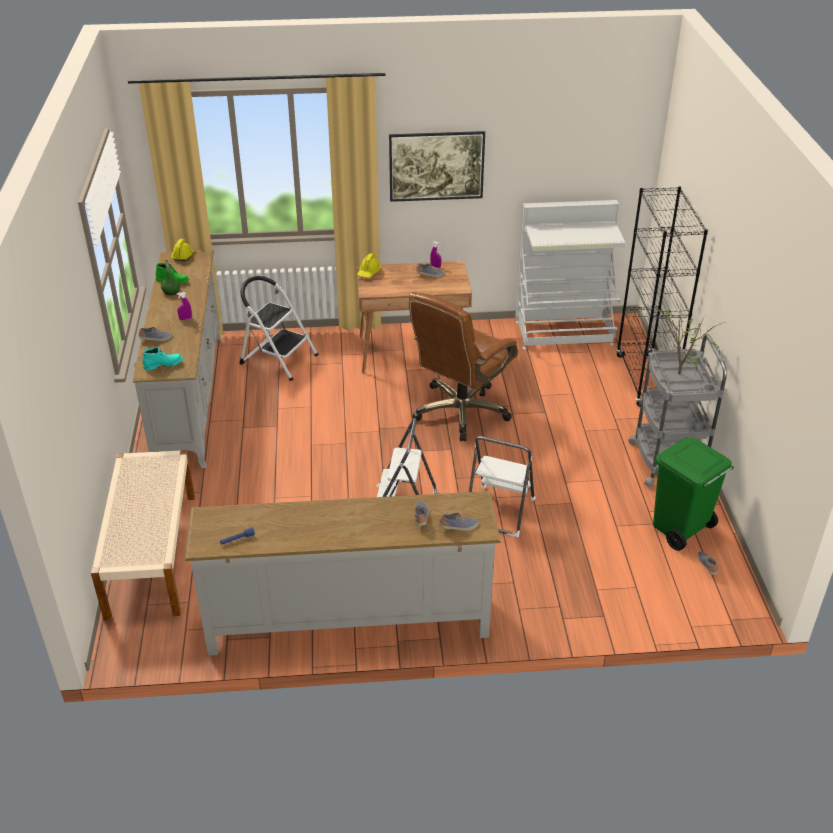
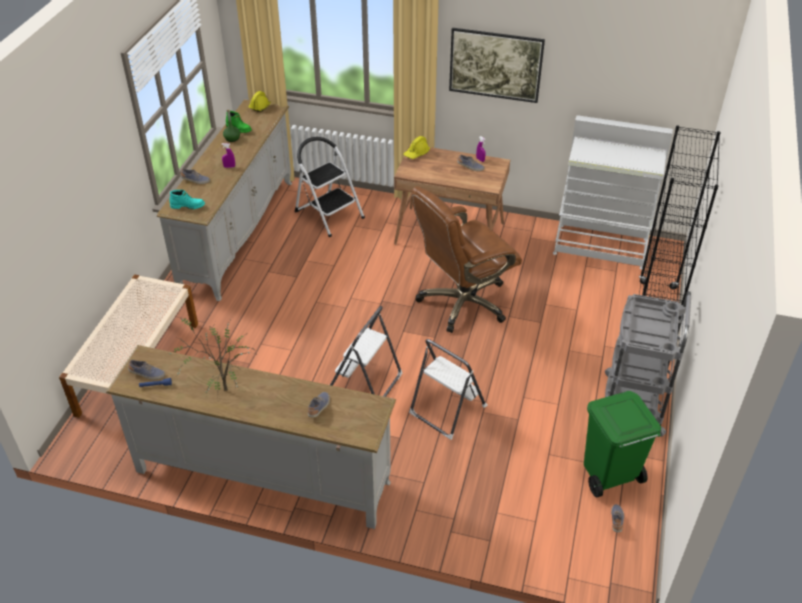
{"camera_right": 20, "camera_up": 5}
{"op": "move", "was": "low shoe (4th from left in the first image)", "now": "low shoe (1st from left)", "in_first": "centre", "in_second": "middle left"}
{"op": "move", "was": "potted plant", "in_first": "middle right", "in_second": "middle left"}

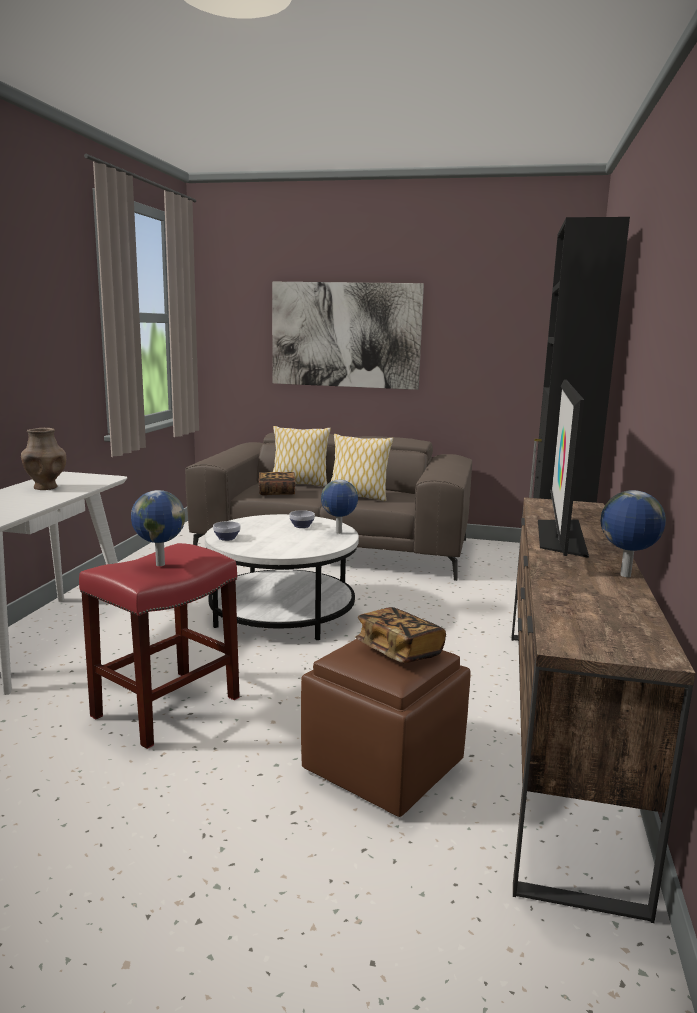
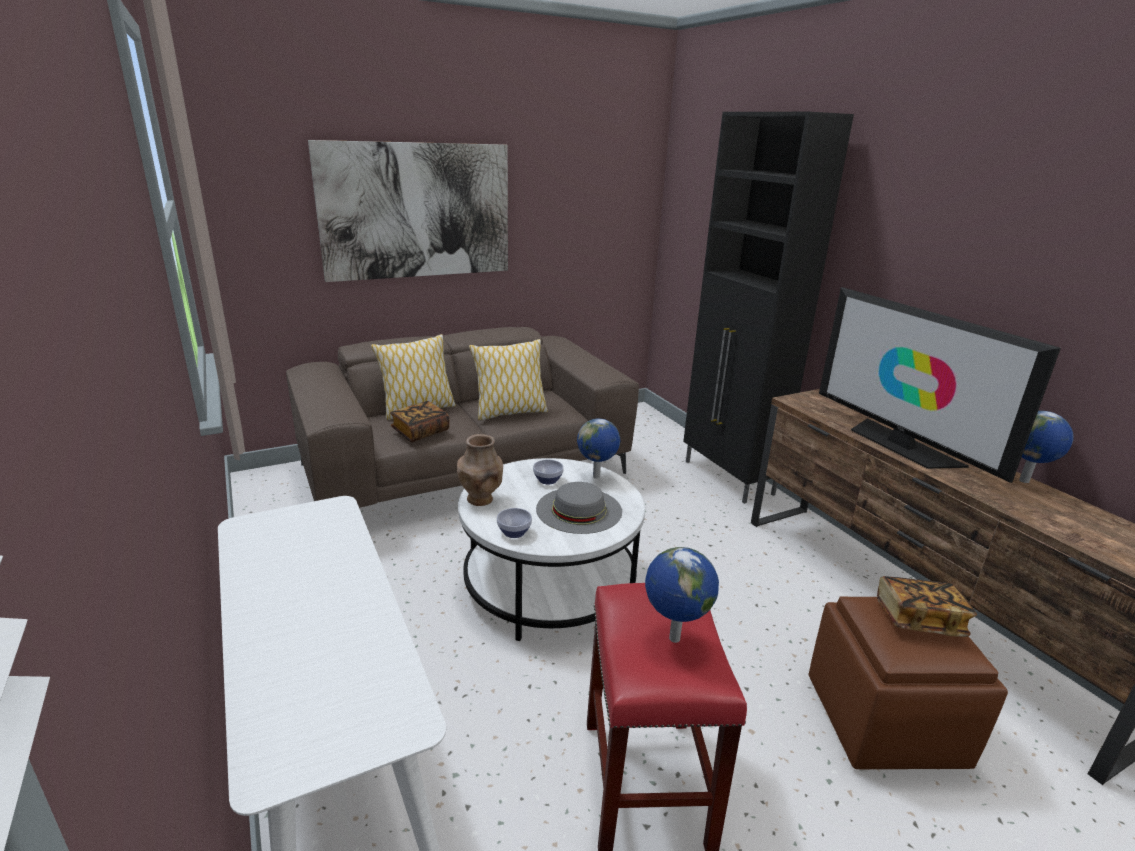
{"camera_right": -40, "camera_up": 10}
{"op": "insert", "now": "clothing hat in greyish", "in_second": "centre"}
{"op": "move", "was": "vase in brown", "in_first": "middle left", "in_second": "centre"}

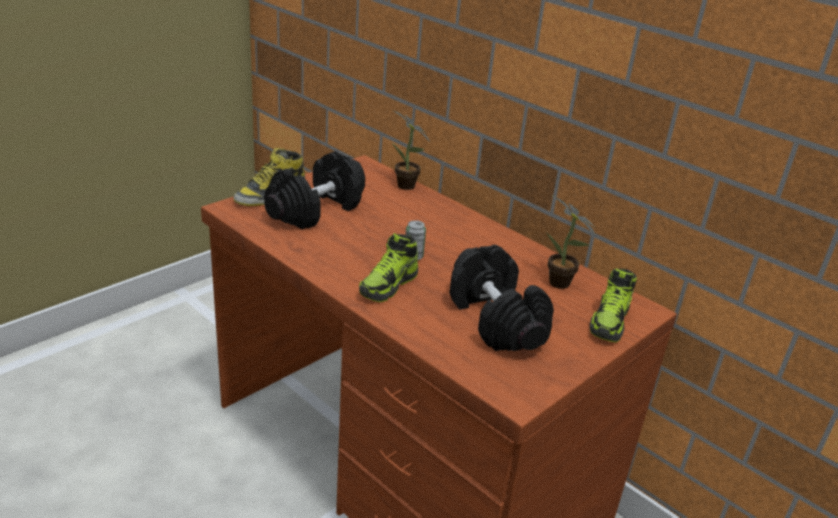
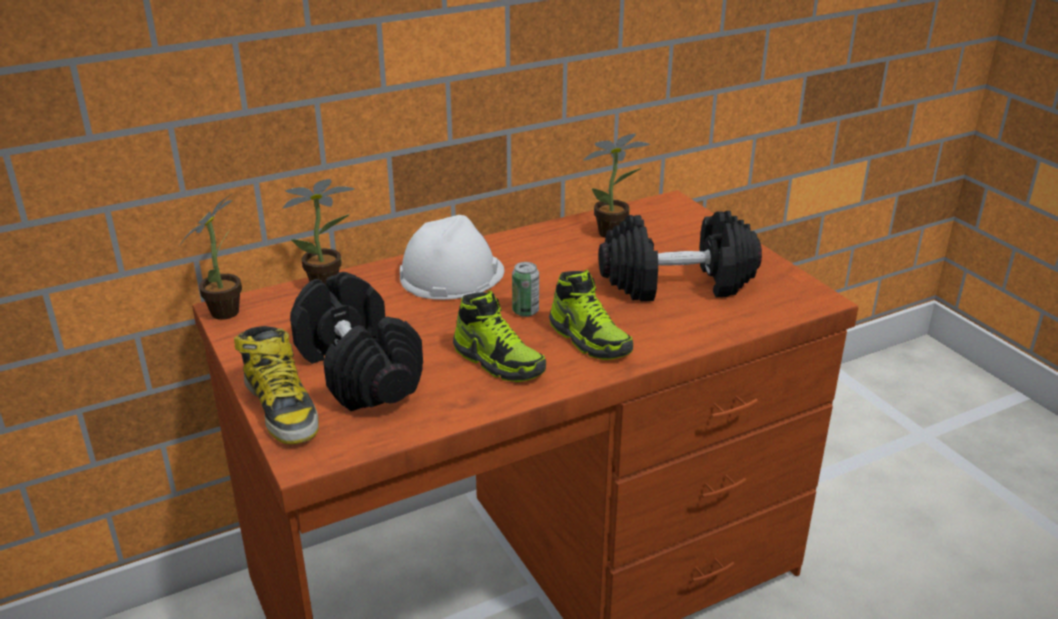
{"camera_right": -70, "camera_up": 0}
{"op": "insert", "now": "potted plant (1st from left)", "in_second": "middle left"}
{"op": "insert", "now": "work helmet in white", "in_second": "centre"}
{"op": "move", "was": "low shoe (2nd from left in the first image)", "now": "low shoe (1st from left)", "in_first": "middle right", "in_second": "centre"}

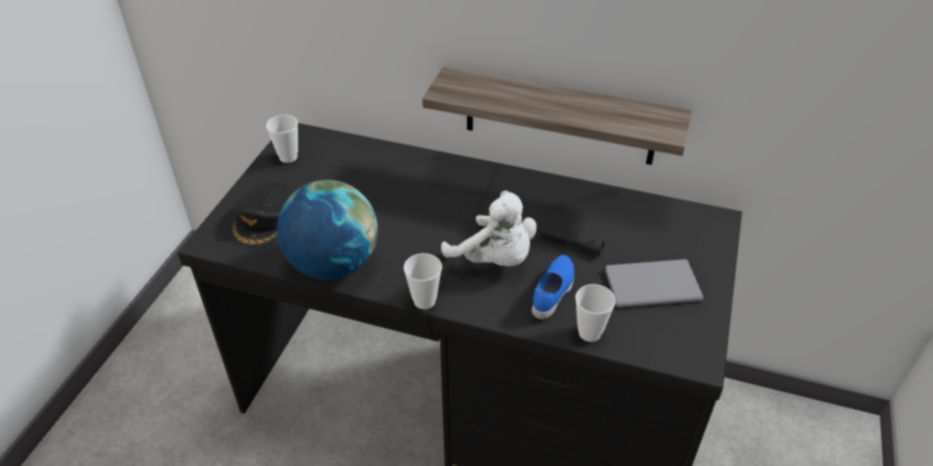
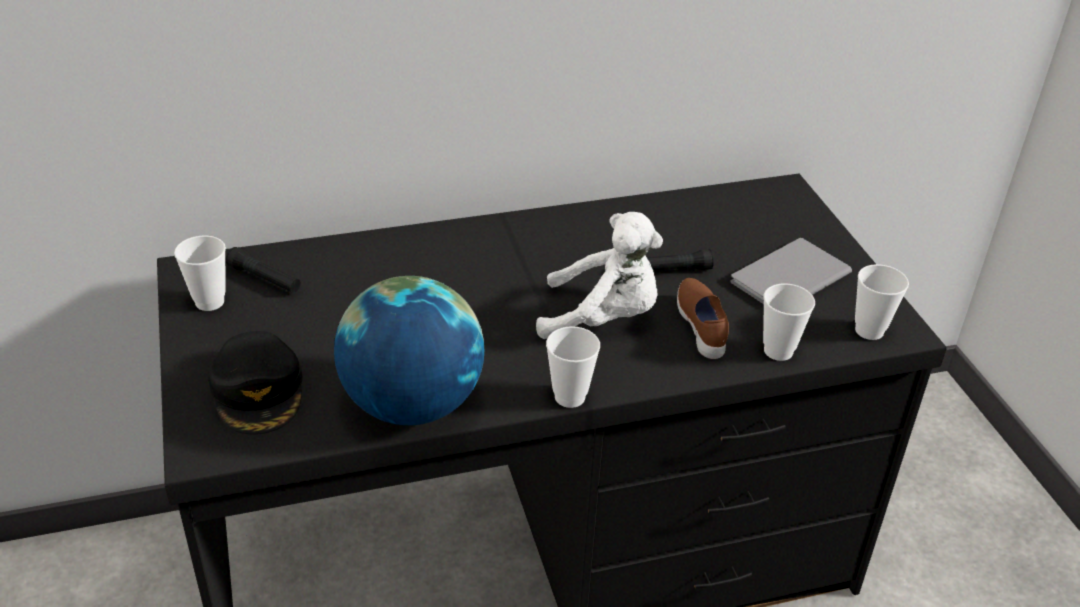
{"camera_right": -35, "camera_up": -5}
{"op": "delete", "was": "wall shelf", "in_first": "top centre"}
{"op": "insert", "now": "torch in black-coloured (1st from left)", "in_second": "middle left"}
{"op": "insert", "now": "drinking cup (4th from left)", "in_second": "middle right"}
{"op": "recolor", "was": "low shoe in bluish", "now": "low shoe in brown", "in_first": "centre", "in_second": "centre"}

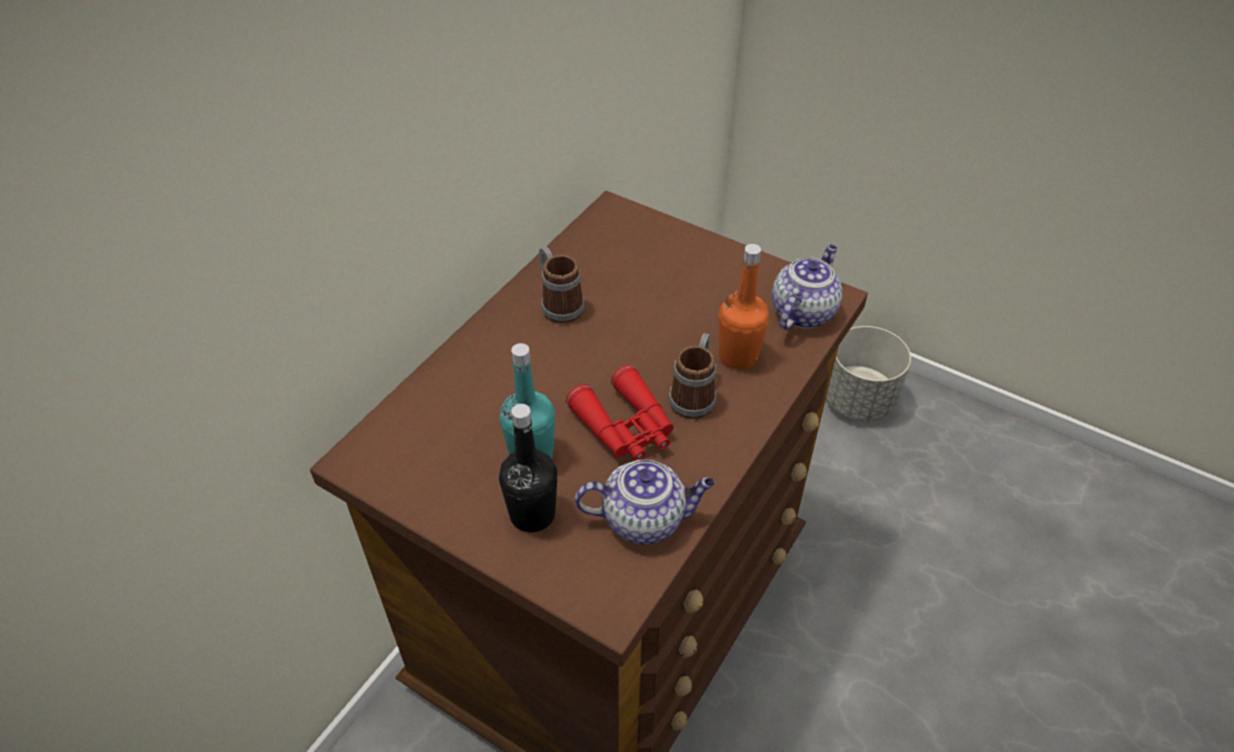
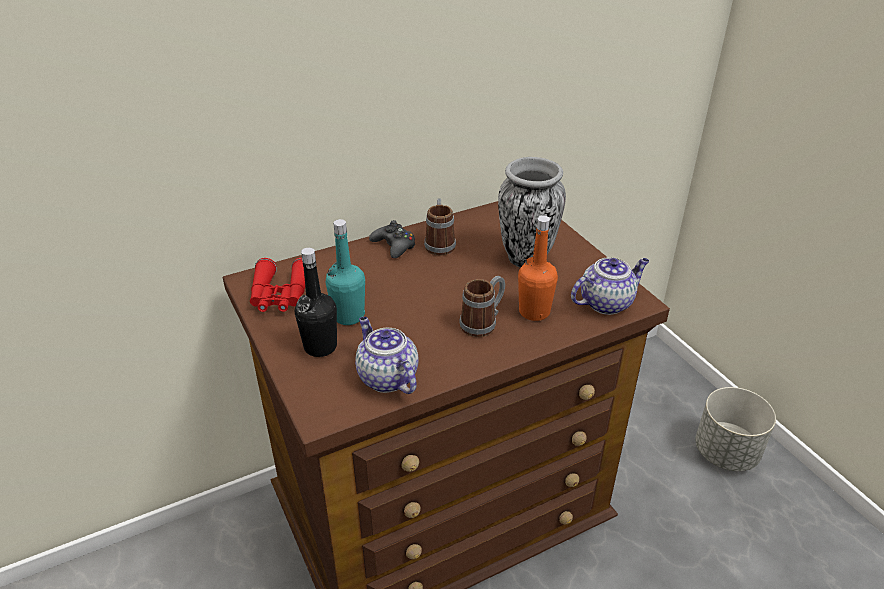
{"camera_right": 30, "camera_up": -10}
{"op": "insert", "now": "game controller in black-coloured", "in_second": "centre"}
{"op": "insert", "now": "vase", "in_second": "centre"}
{"op": "move", "was": "field glasses in red-coloured", "in_first": "centre", "in_second": "middle left"}
{"op": "rotate", "was": "tea pot (1st from left)", "in_first": "bottom centre", "in_second": "centre", "clockwise": -150}

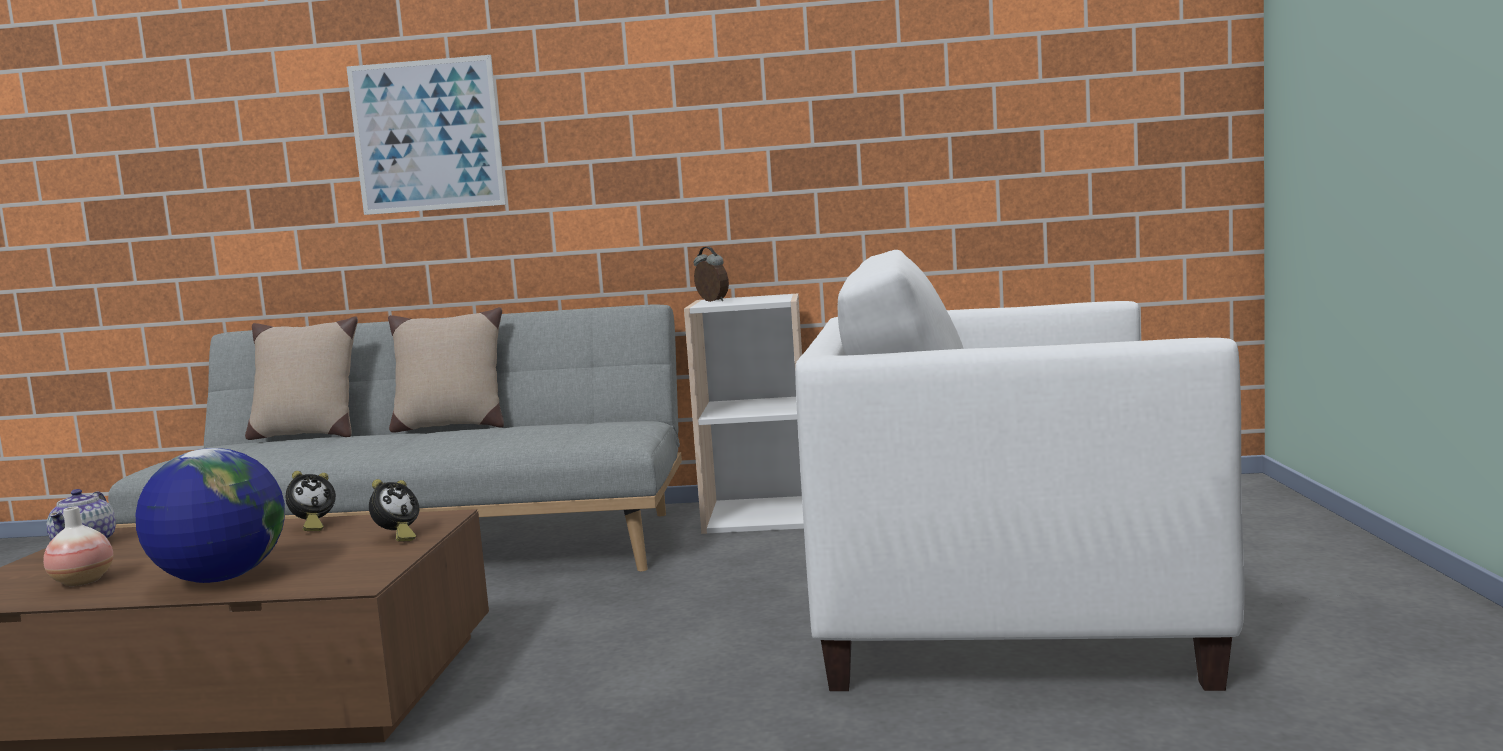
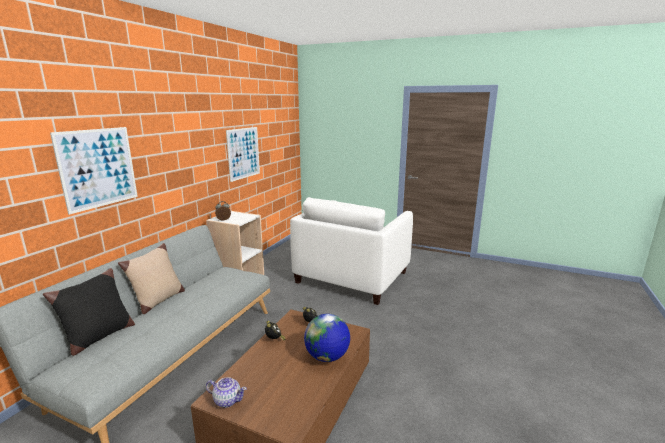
{"camera_right": -70, "camera_up": 10}
{"op": "delete", "was": "vase", "in_first": "bottom left"}
{"op": "insert", "now": "wall art (2nd from left)", "in_second": "centre"}
{"op": "recolor", "was": "throw pillow in sand-coloured (1st from left)", "now": "throw pillow in black-coloured", "in_first": "middle left", "in_second": "bottom left"}

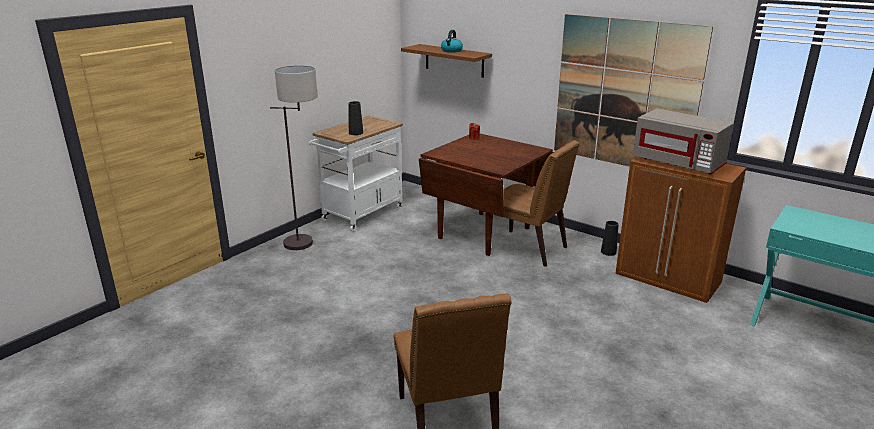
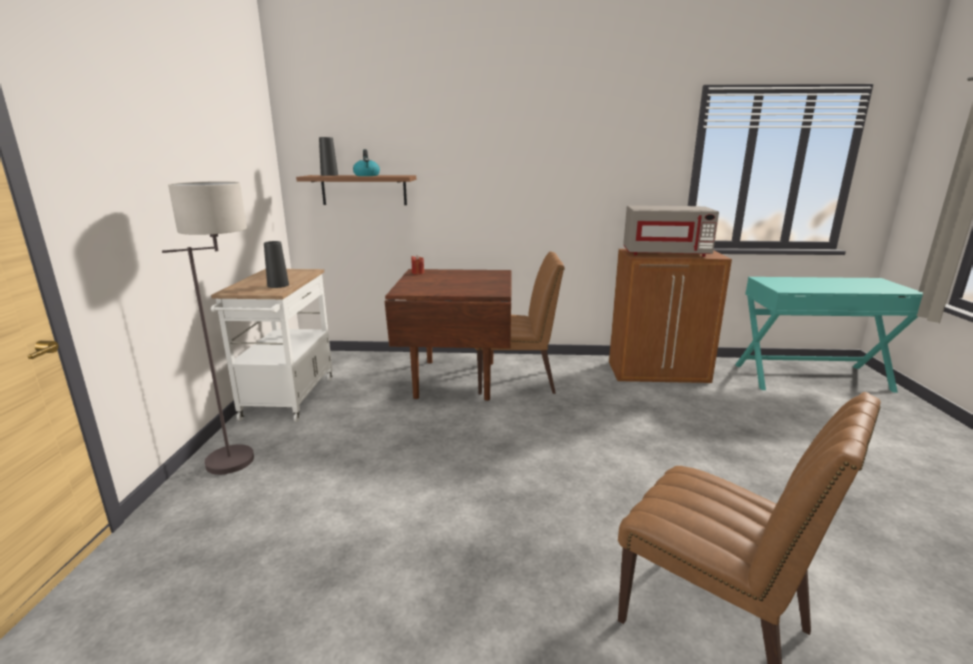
{"camera_right": -35, "camera_up": -5}
{"op": "delete", "was": "wall art", "in_first": "top right"}
{"op": "move", "was": "vase in black-coloured (2nd from left)", "in_first": "middle right", "in_second": "top centre"}

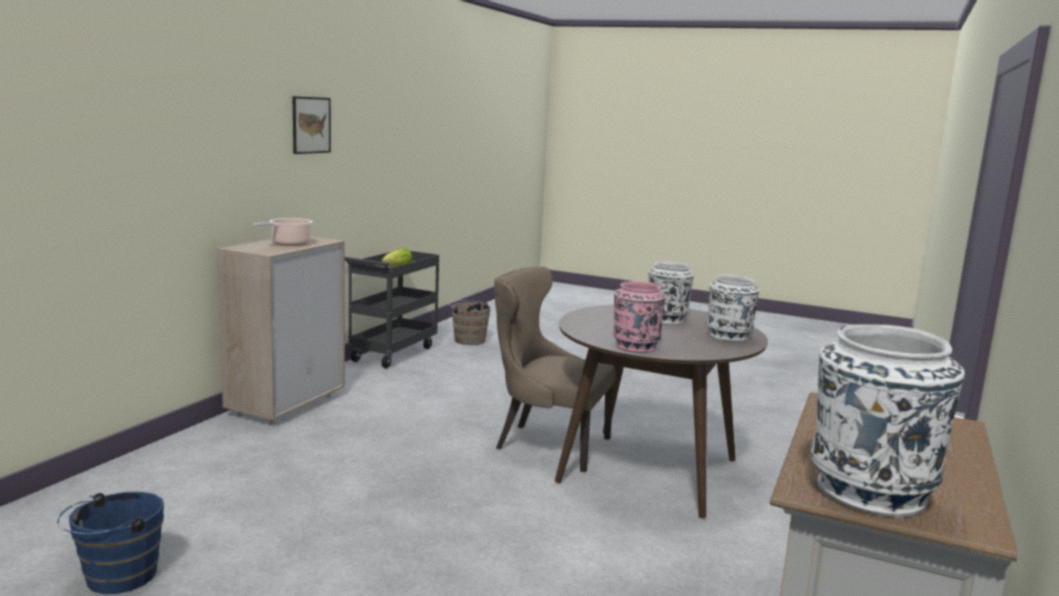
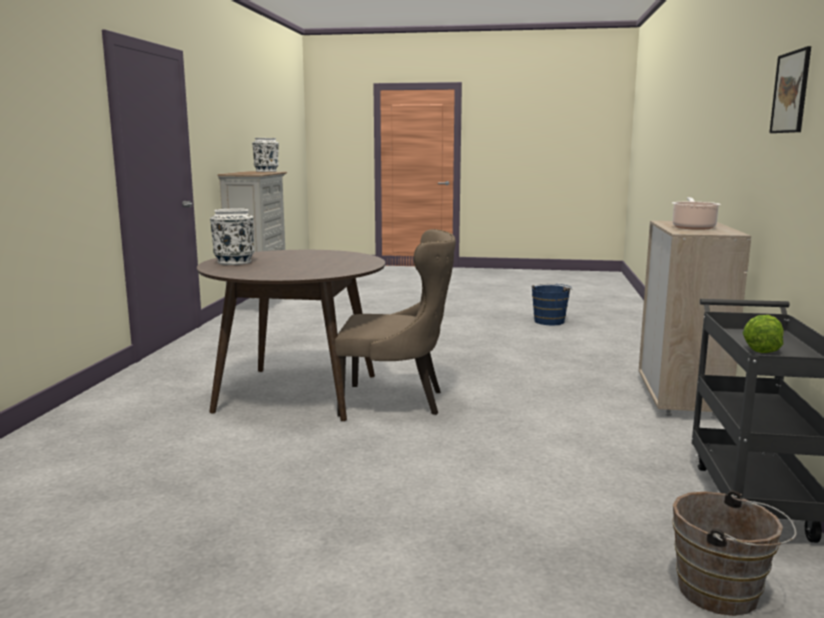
{"camera_right": 165, "camera_up": 0}
{"op": "delete", "was": "vase in pinkish", "in_first": "centre"}
{"op": "delete", "was": "vase in white (1st from left)", "in_first": "centre"}

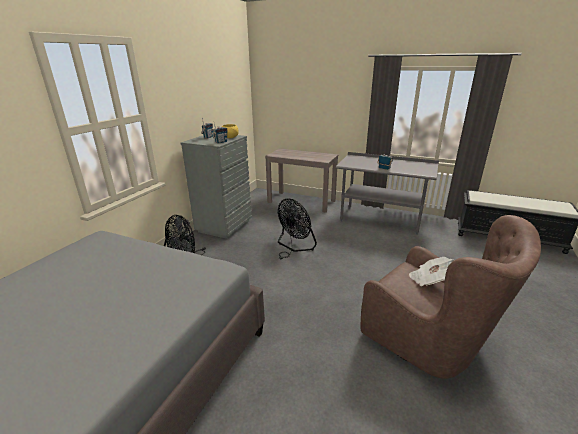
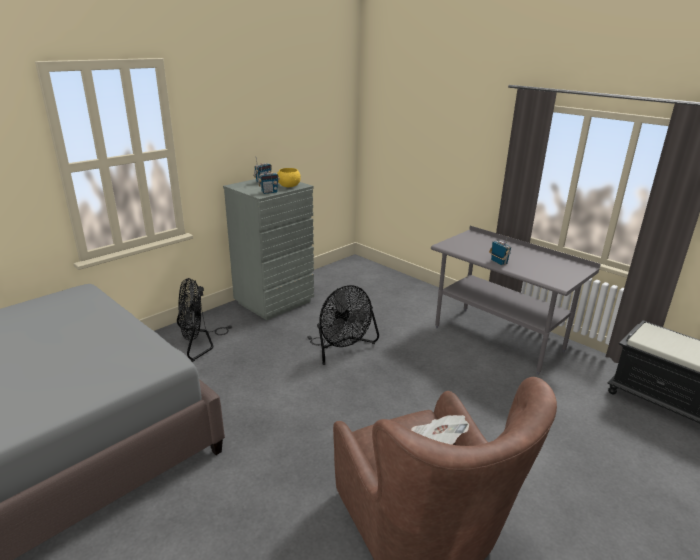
{"camera_right": 20, "camera_up": 0}
{"op": "delete", "was": "hall table in brown", "in_first": "centre"}
{"op": "rotate", "was": "electric fan in black-coloured (2nd from left)", "in_first": "centre", "in_second": "centre", "clockwise": 75}

